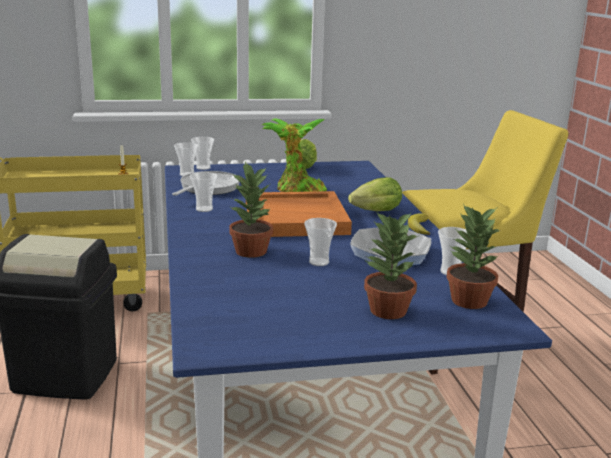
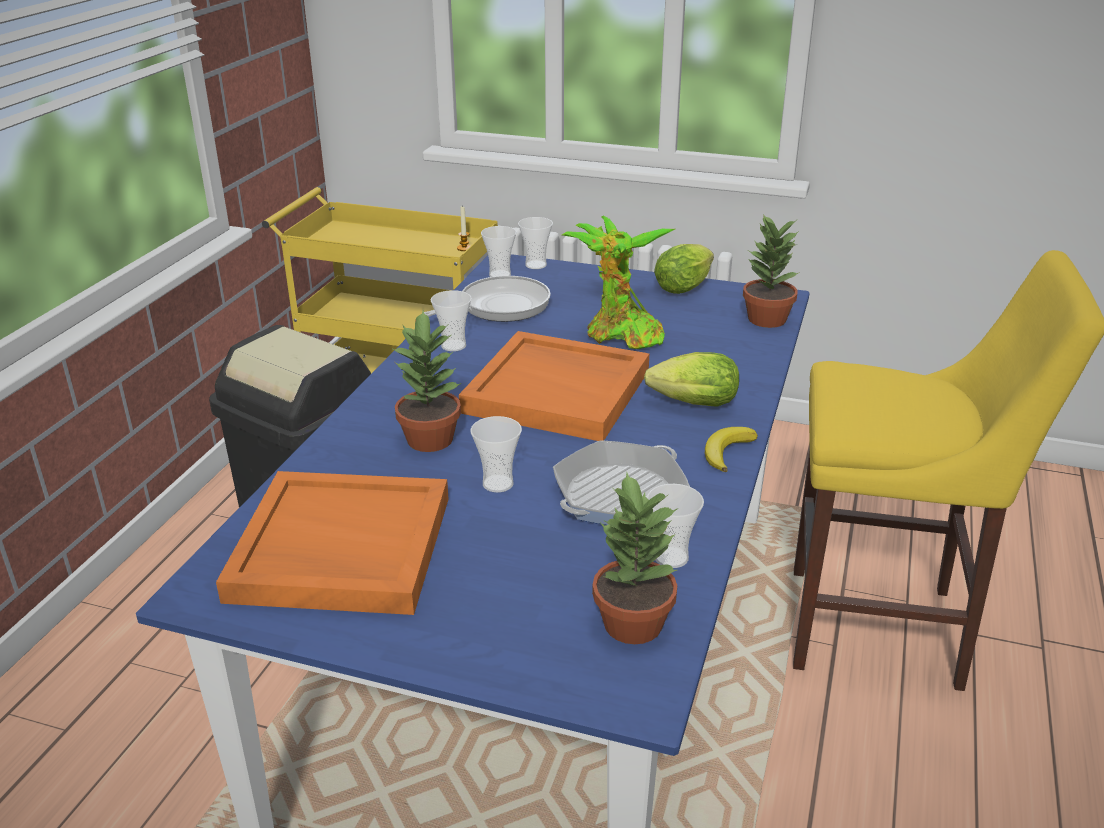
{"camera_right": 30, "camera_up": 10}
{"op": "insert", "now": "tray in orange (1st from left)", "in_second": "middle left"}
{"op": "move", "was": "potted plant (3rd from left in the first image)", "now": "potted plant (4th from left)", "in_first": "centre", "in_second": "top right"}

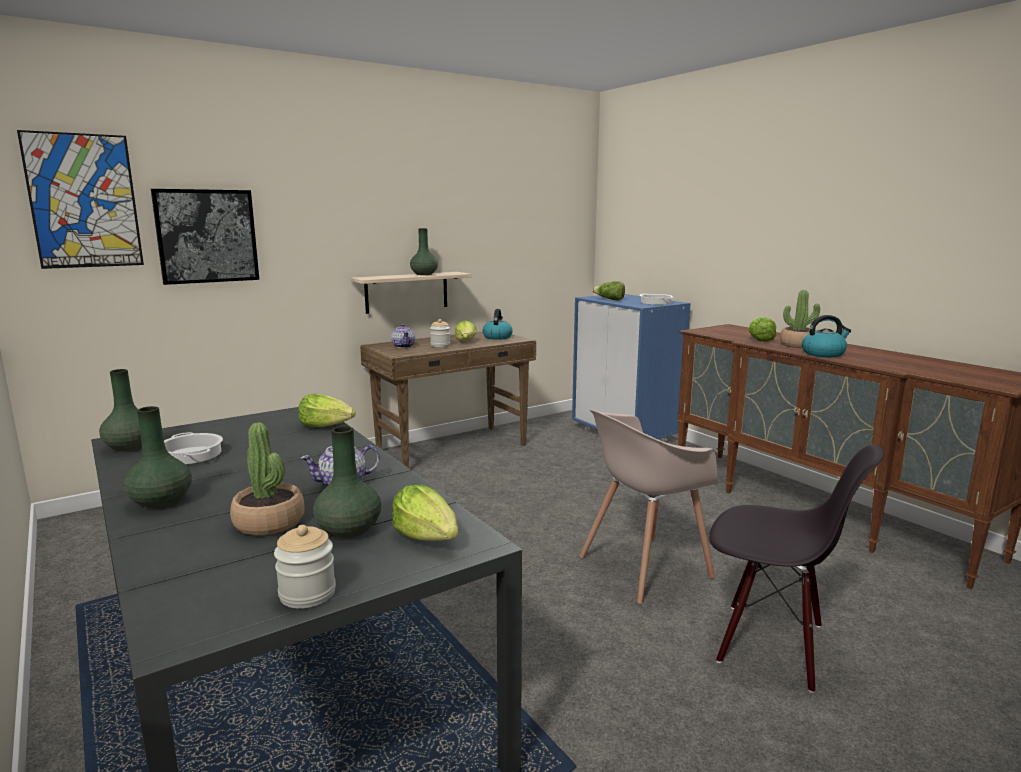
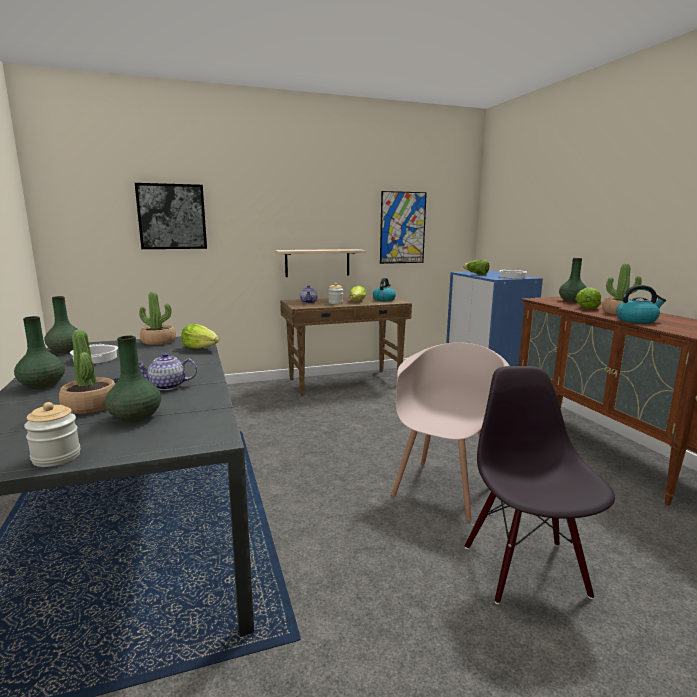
{"camera_right": 15, "camera_up": 0}
{"op": "delete", "was": "head of lettuce (2nd from left)", "in_first": "centre"}
{"op": "insert", "now": "potted plant (2nd from left)", "in_second": "middle left"}
{"op": "move", "was": "wall art (1st from left in the first image)", "now": "wall art (2nd from left)", "in_first": "top left", "in_second": "top centre"}
{"op": "move", "was": "vase in green-coloured (4th from left)", "in_first": "top centre", "in_second": "middle right"}
{"op": "rotate", "was": "upright chair in sand-coloured", "in_first": "centre", "in_second": "centre", "clockwise": 135}
{"op": "rotate", "was": "upright chair in black-coloured", "in_first": "bottom right", "in_second": "bottom right", "clockwise": -135}

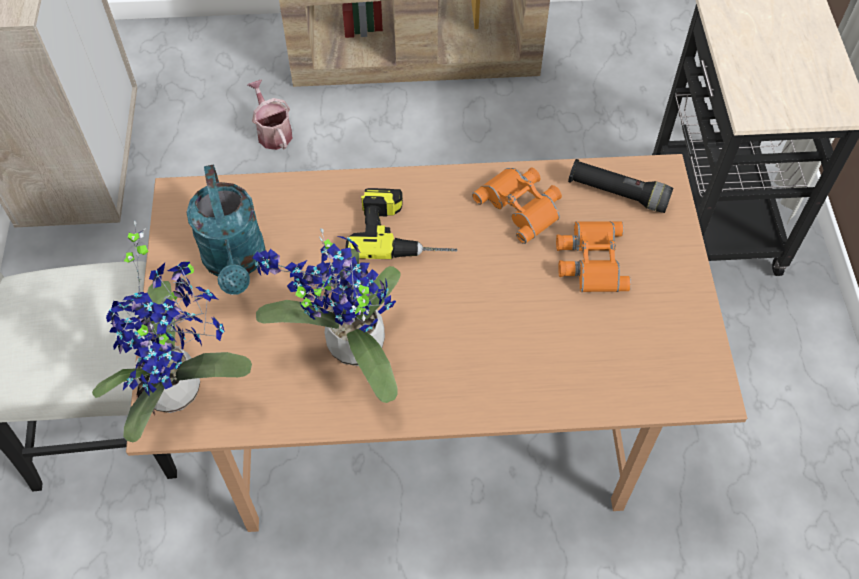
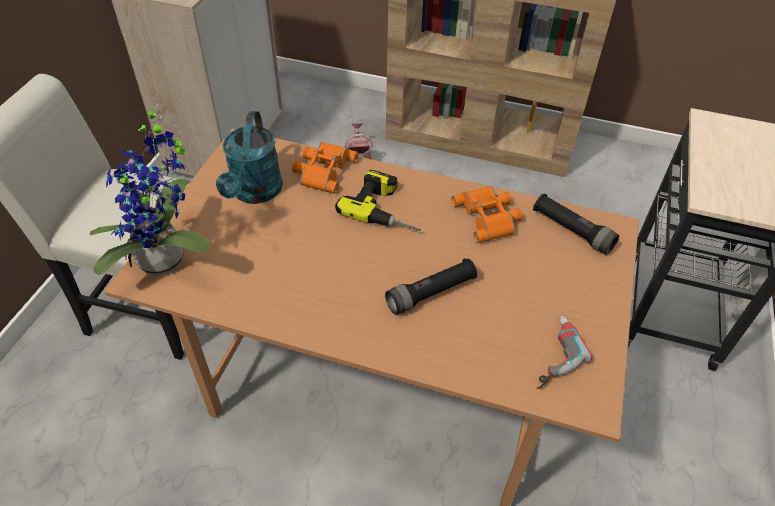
{"camera_right": 20, "camera_up": -10}
{"op": "delete", "was": "potted plant (2nd from left)", "in_first": "centre"}
{"op": "insert", "now": "torch in black-coloured (1st from left)", "in_second": "centre"}
{"op": "insert", "now": "drill (2nd from left)", "in_second": "bottom right"}
{"op": "move", "was": "field glasses in orange (2nd from left in the first image)", "now": "field glasses in orange (1st from left)", "in_first": "middle right", "in_second": "top centre"}

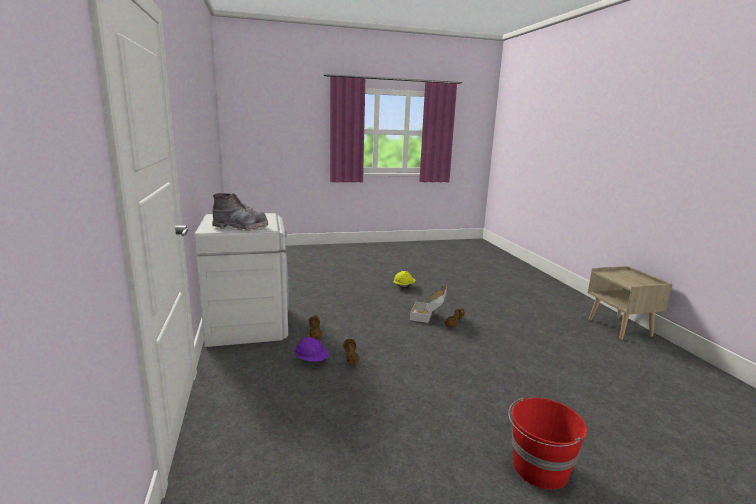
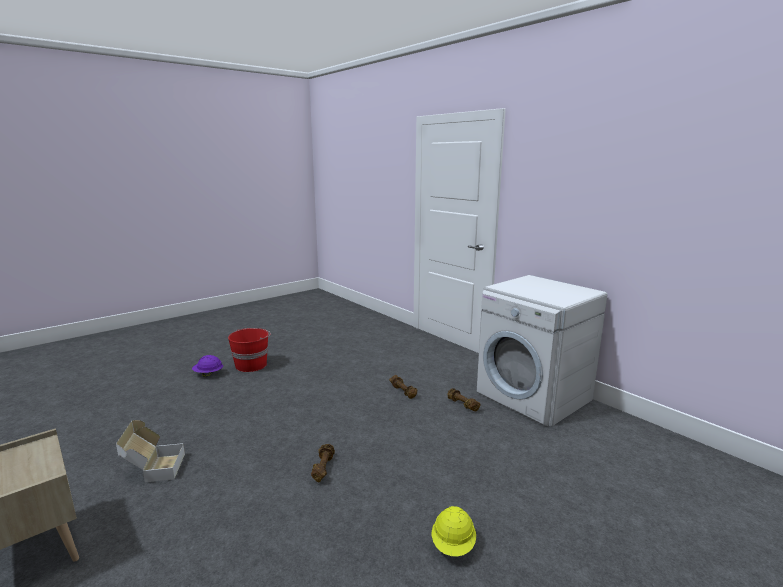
{"camera_right": 155, "camera_up": 0}
{"op": "delete", "was": "tall boot in greyish", "in_first": "middle left"}
{"op": "move", "was": "work helmet in purple-coloured", "in_first": "bottom centre", "in_second": "middle left"}
{"op": "move", "was": "packing box", "in_first": "centre", "in_second": "bottom left"}

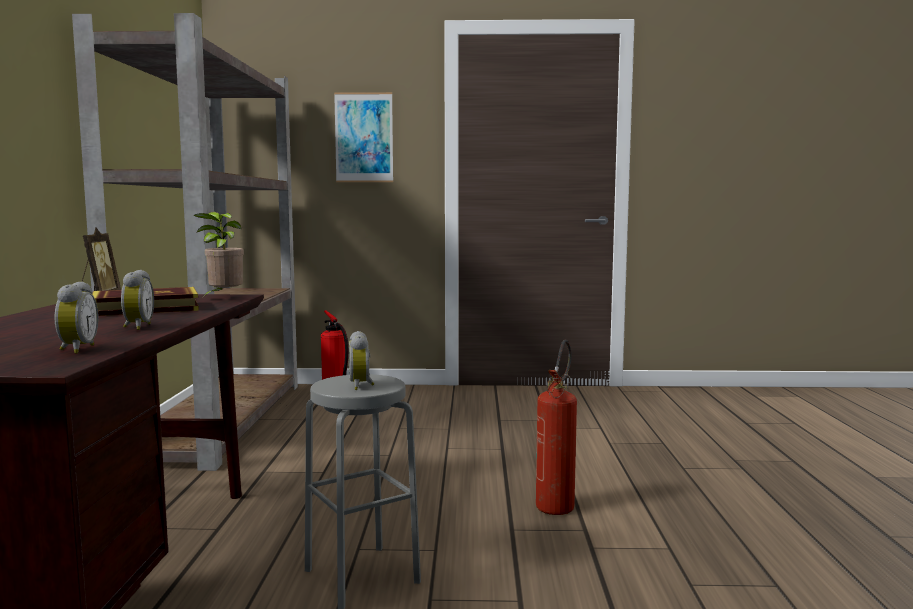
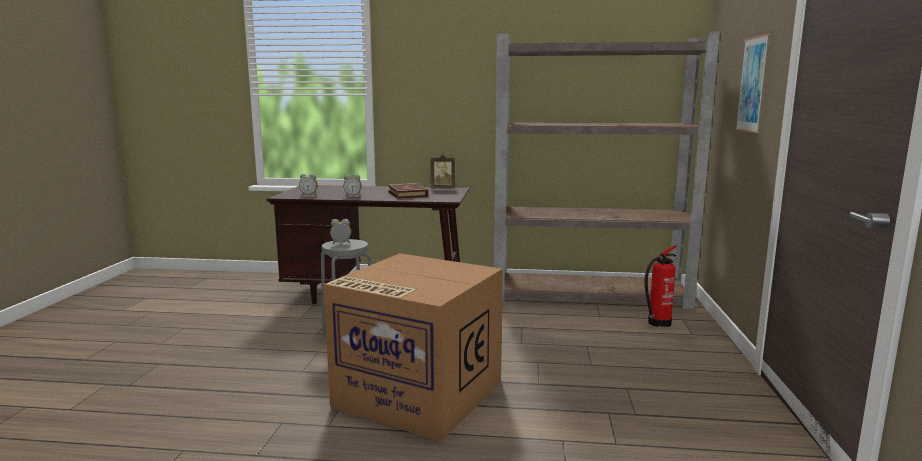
{"camera_right": 95, "camera_up": 5}
{"op": "delete", "was": "potted plant", "in_first": "middle left"}
{"op": "replace", "was": "extinguisher (2nd from left)", "now": "packing box", "in_first": "bottom centre", "in_second": "bottom centre"}

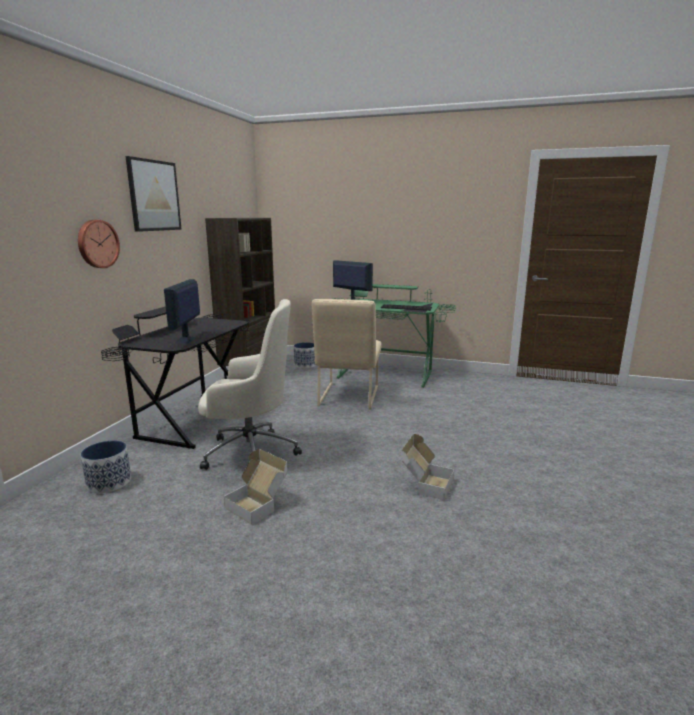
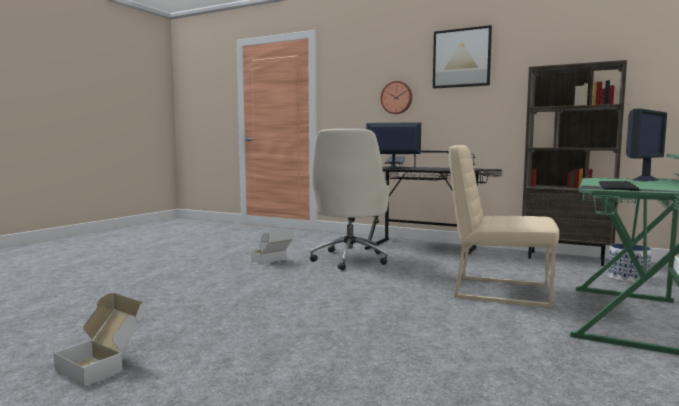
{"camera_right": 100, "camera_up": -10}
{"op": "delete", "was": "planter (1st from left)", "in_first": "middle left"}
{"op": "move", "was": "packing box (2nd from left in the first image)", "now": "packing box (1st from left)", "in_first": "centre", "in_second": "bottom left"}

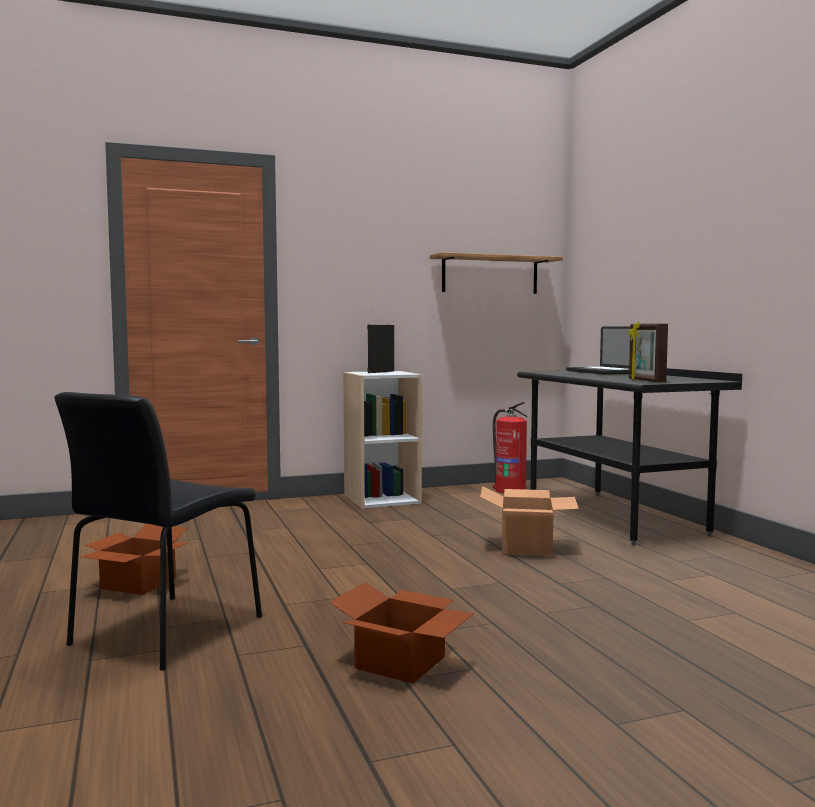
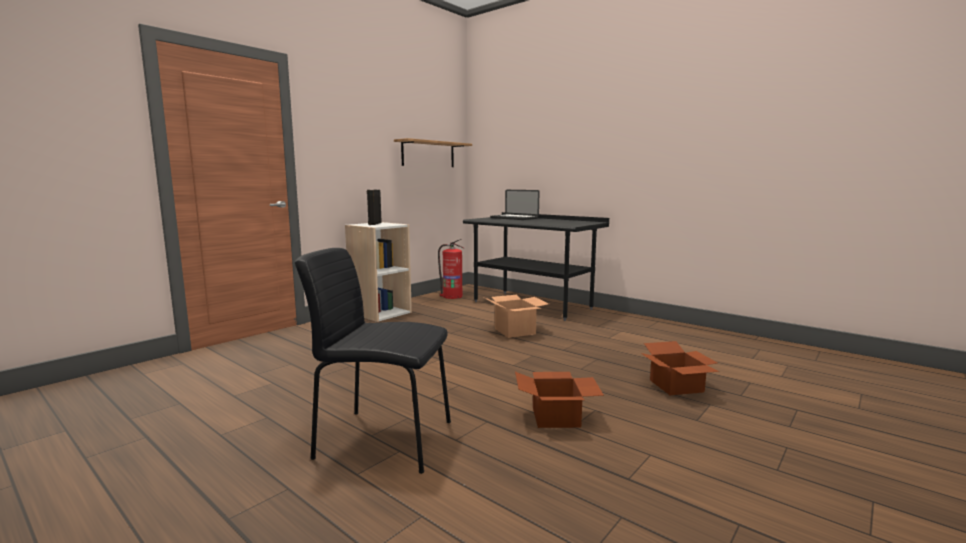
{"camera_right": -30, "camera_up": 5}
{"op": "delete", "was": "standing frame", "in_first": "middle right"}
{"op": "move", "was": "packing box (1st from left in the first image)", "now": "packing box (3rd from left)", "in_first": "bottom left", "in_second": "bottom right"}
{"op": "rotate", "was": "upright chair in black-coloured", "in_first": "middle left", "in_second": "centre", "clockwise": 105}

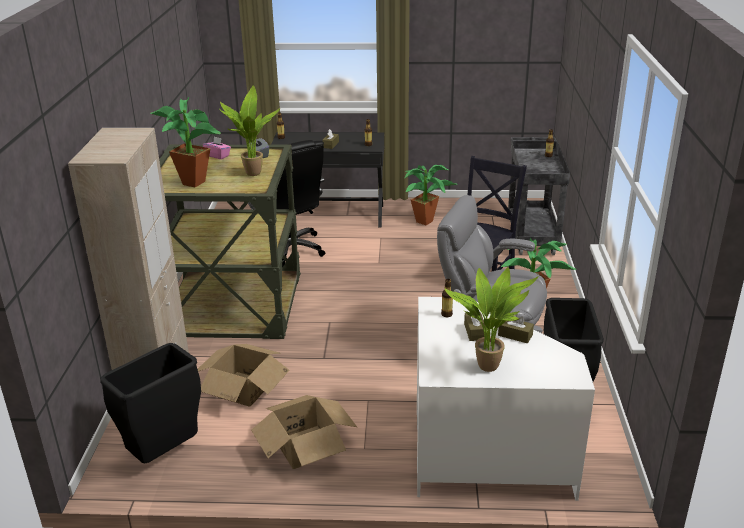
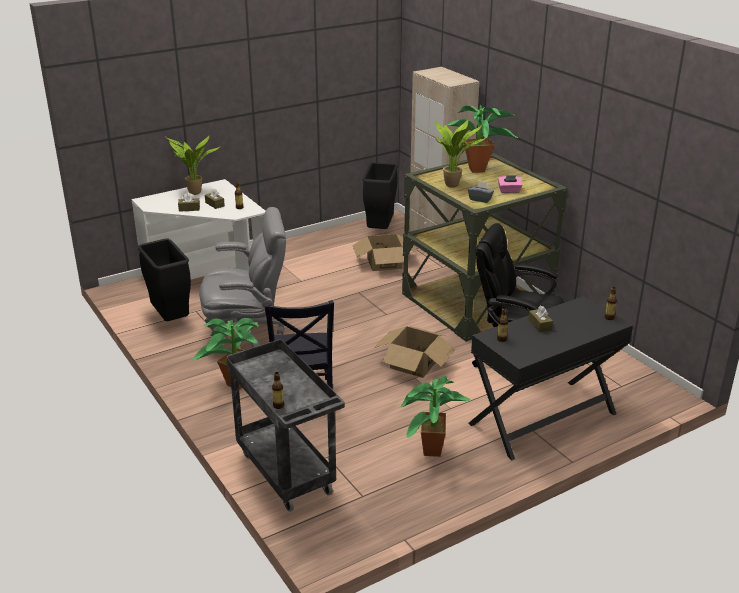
{"camera_right": 145, "camera_up": 0}
{"op": "move", "was": "packing box (2nd from left)", "in_first": "bottom centre", "in_second": "centre"}

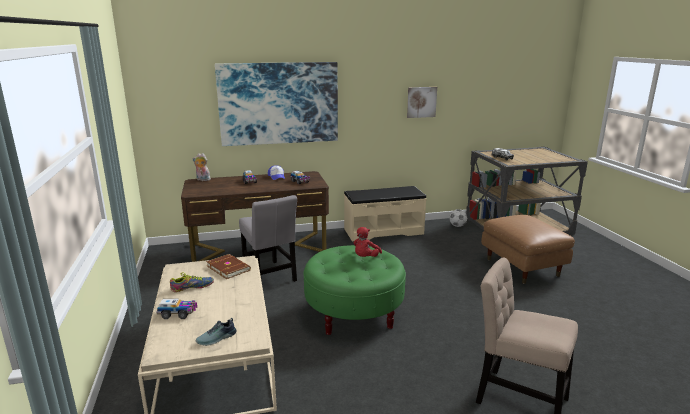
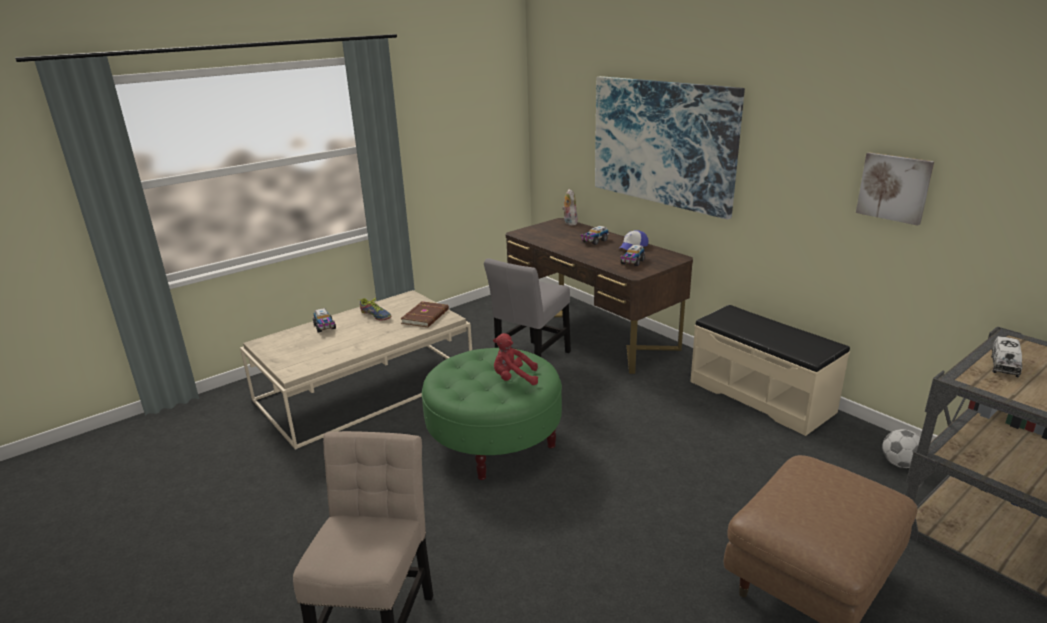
{"camera_right": 65, "camera_up": 5}
{"op": "delete", "was": "low shoe (2nd from left)", "in_first": "bottom left"}

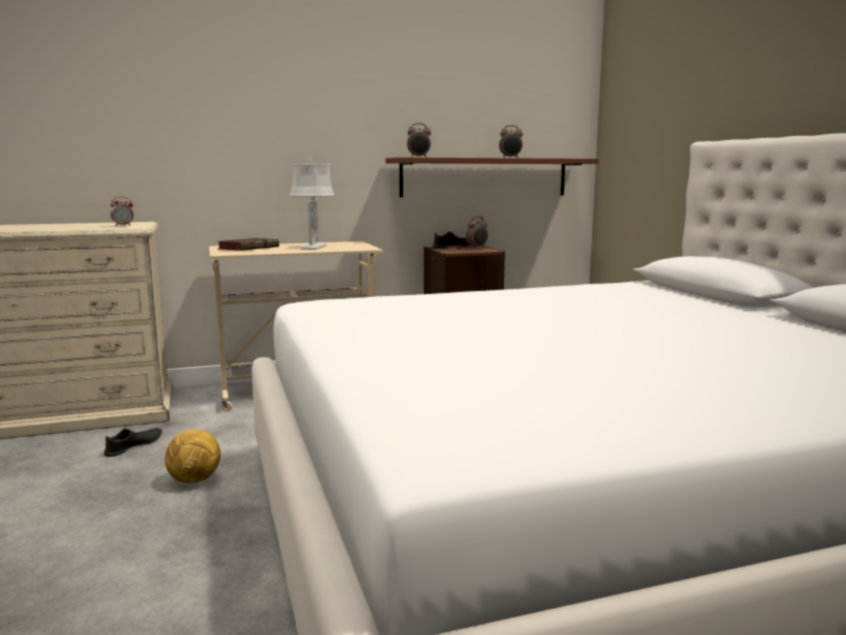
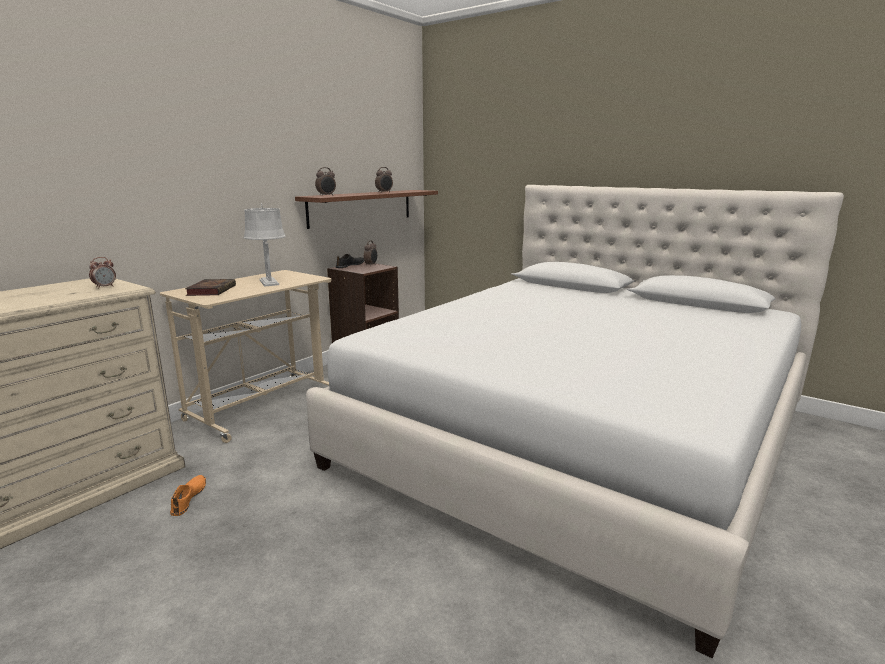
{"camera_right": -35, "camera_up": 5}
{"op": "delete", "was": "ball for football", "in_first": "bottom left"}
{"op": "recolor", "was": "low shoe in black-coloured (1st from left)", "now": "low shoe in orange", "in_first": "bottom left", "in_second": "bottom left"}

